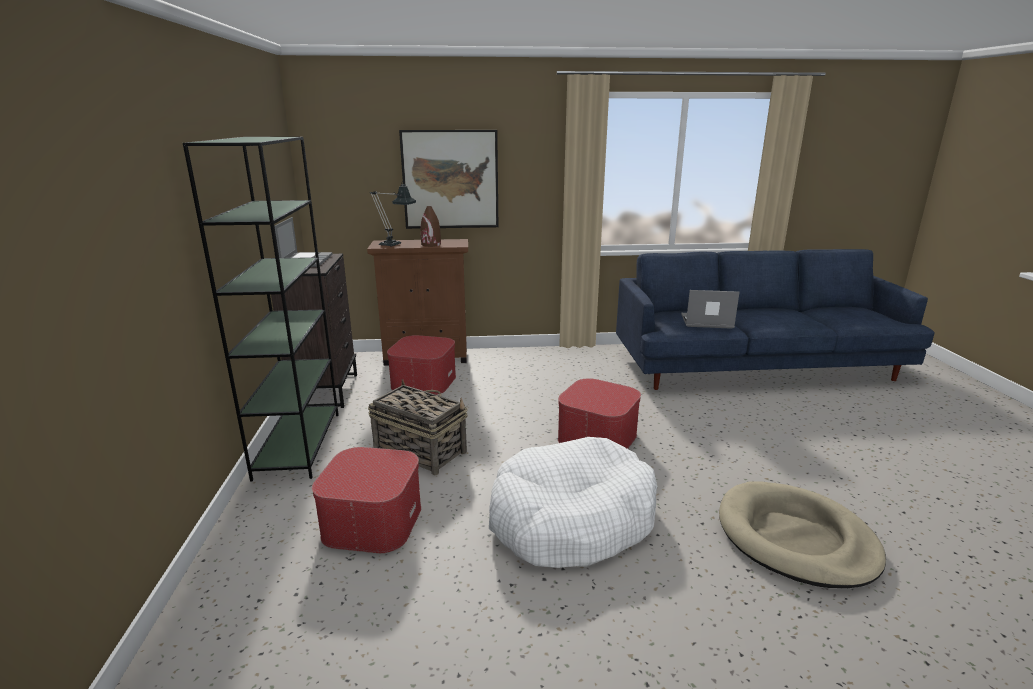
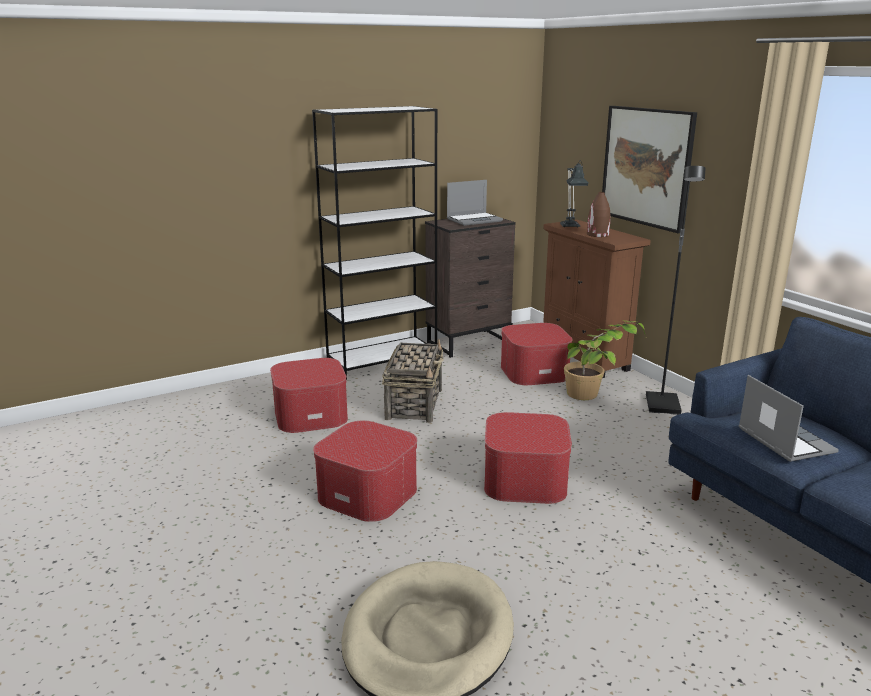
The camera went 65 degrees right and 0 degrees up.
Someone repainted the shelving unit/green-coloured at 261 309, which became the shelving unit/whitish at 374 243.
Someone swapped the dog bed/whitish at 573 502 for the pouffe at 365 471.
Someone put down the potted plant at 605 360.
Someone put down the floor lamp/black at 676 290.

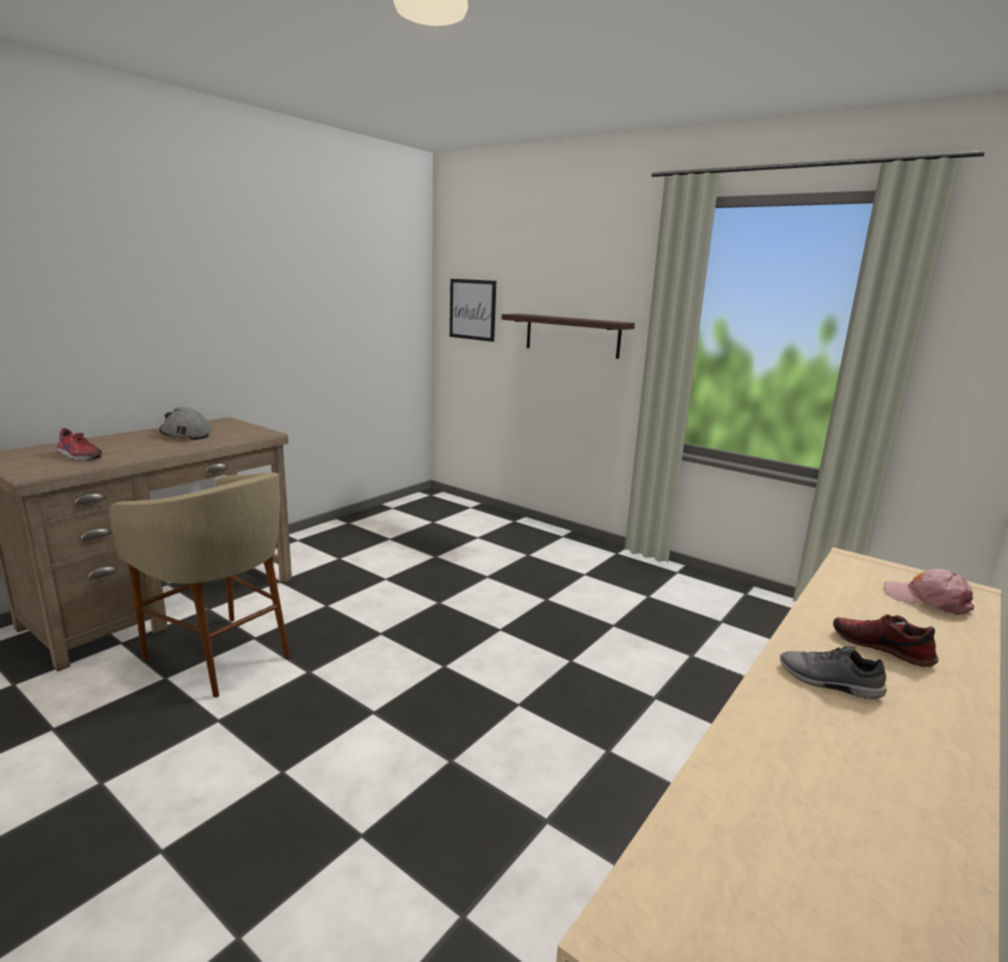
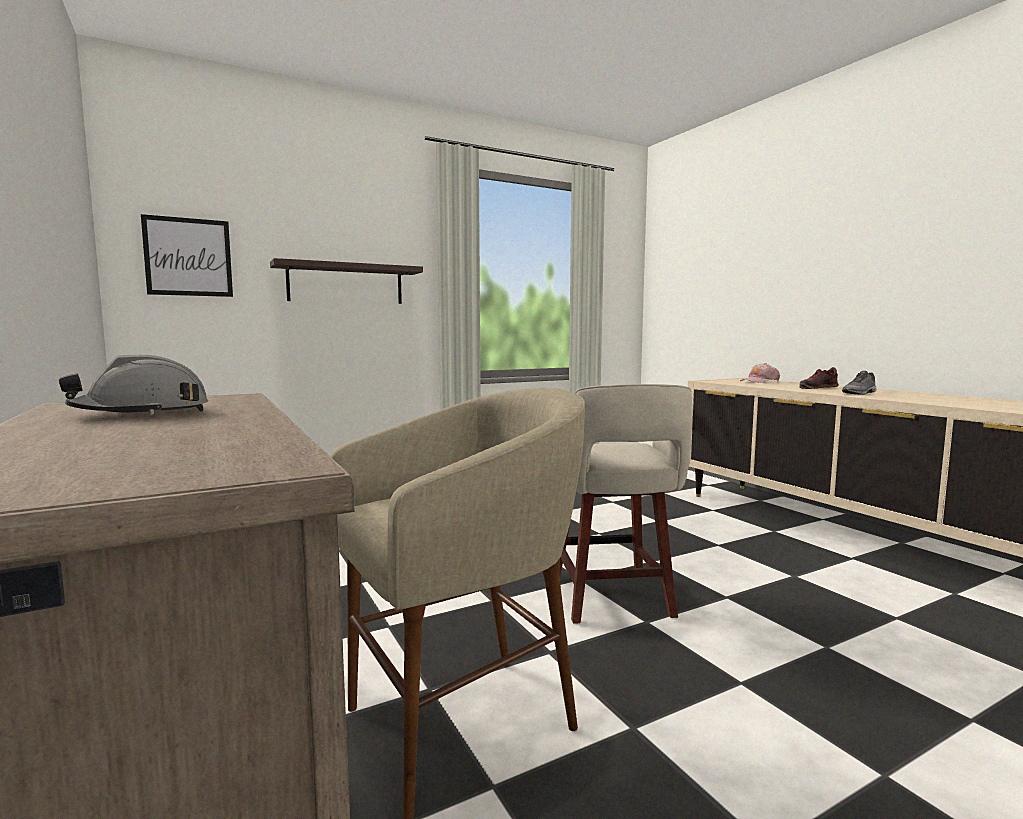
The camera went 65 degrees left and 10 degrees down.
Someone took away the low shoe at 79 444.
Someone put down the sitting stool/sand-coloured at 625 504.

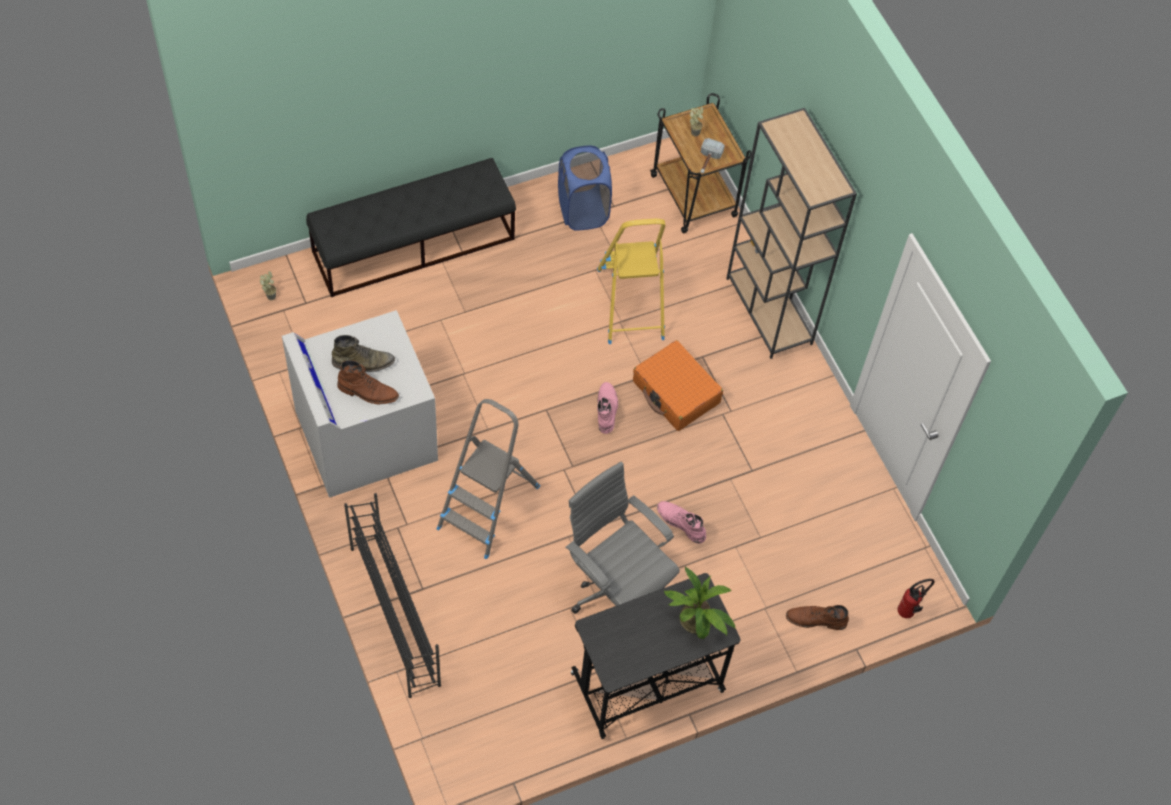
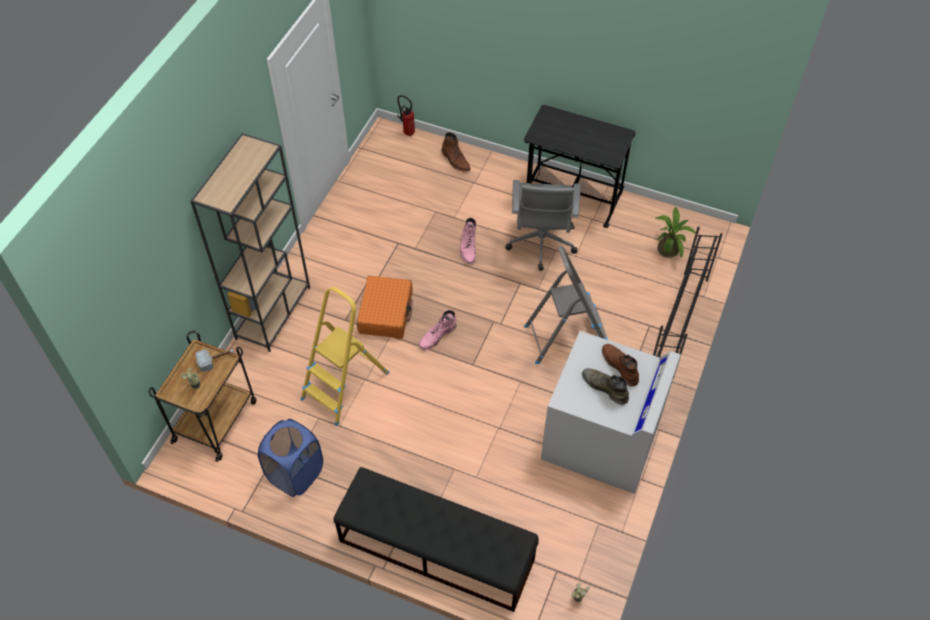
The camera went 130 degrees left and 5 degrees down.
Someone carried the potted plant from 700 602 to 675 232.

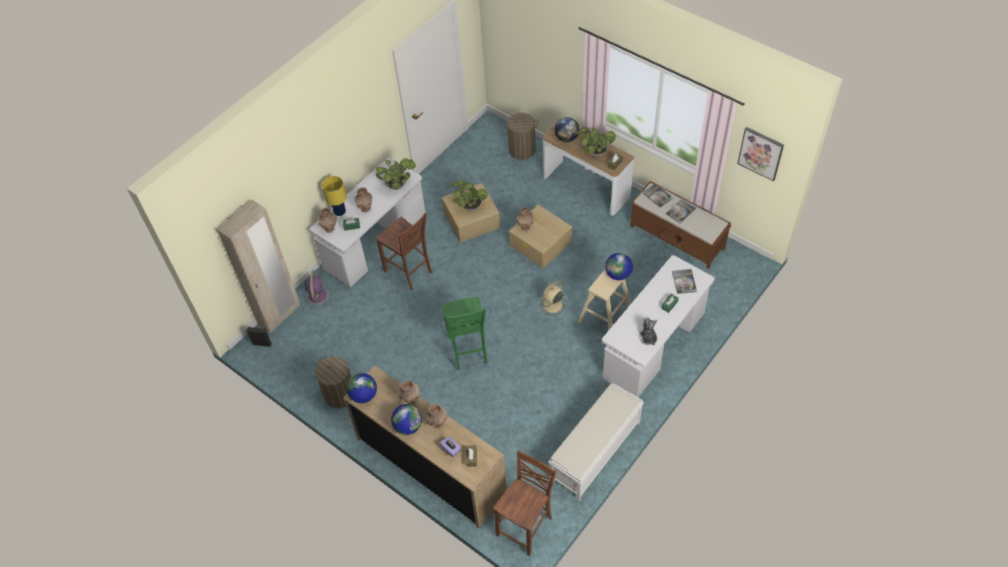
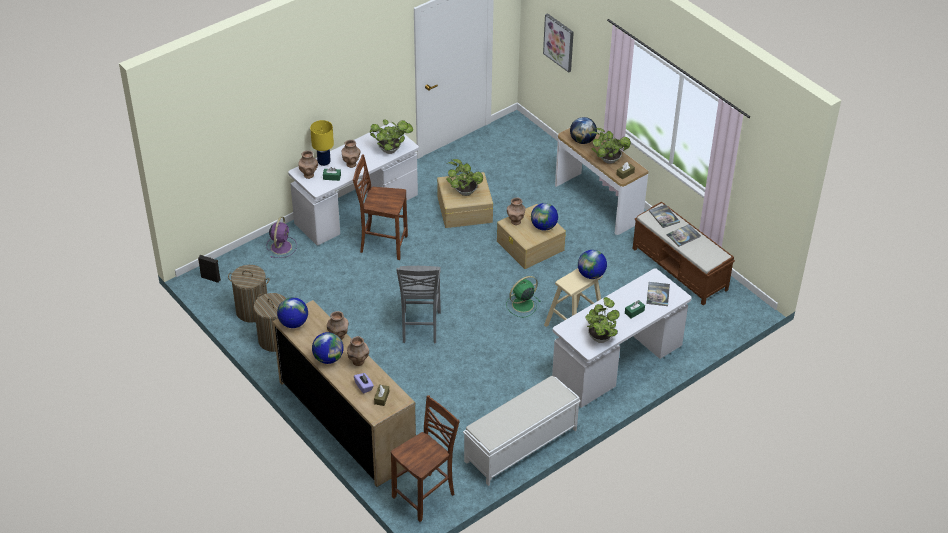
The camera went 10 degrees right and 10 degrees down.
Someone took away the armoire/sand-coloured at 258 267.
Someone rotated the upright chair/brownish at 404 251 by 135 degrees clockwise.
Someone repainted the upright chair/green-coloured at 464 333, which became the upright chair/grey at 418 305.
Someone carried the hamper from 521 136 to 248 294.
Someone repainted the electric fan/sand-coloured at 552 299, which became the electric fan/green-coloured at 523 296.
Someone swapped the soft toy at 648 331 for the potted plant at 602 320.
Someone carried the wall art from 760 154 to 558 43.
Someone put down the globe at 544 217.

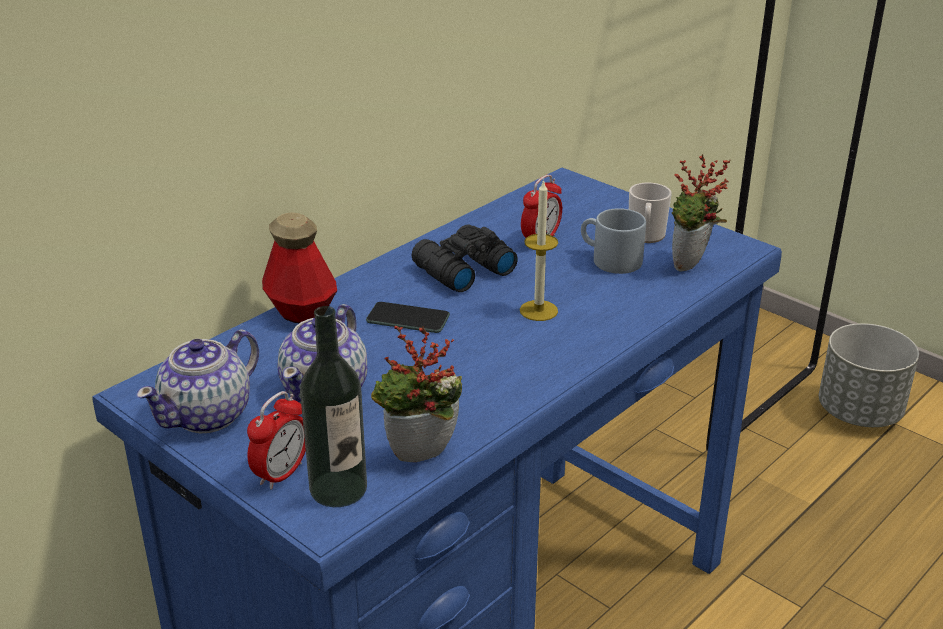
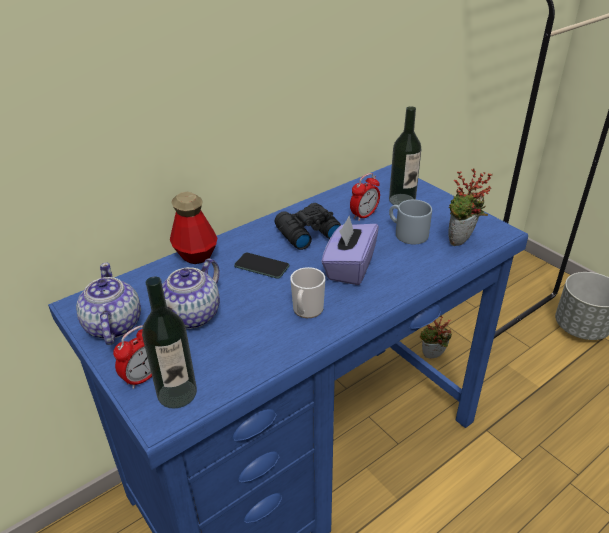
The camera went 10 degrees right and 5 degrees up.
Someone rotated the pot for tea at 197 381 by 120 degrees clockwise.
Someone carried the potted plant from 416 394 to 436 337.
Someone swapped the wax candle at 539 250 for the box of tissues/purplish at 350 250.
Someone carried the coffee mug from 650 213 to 307 292.
Someone put down the beverage bottle at 405 155.

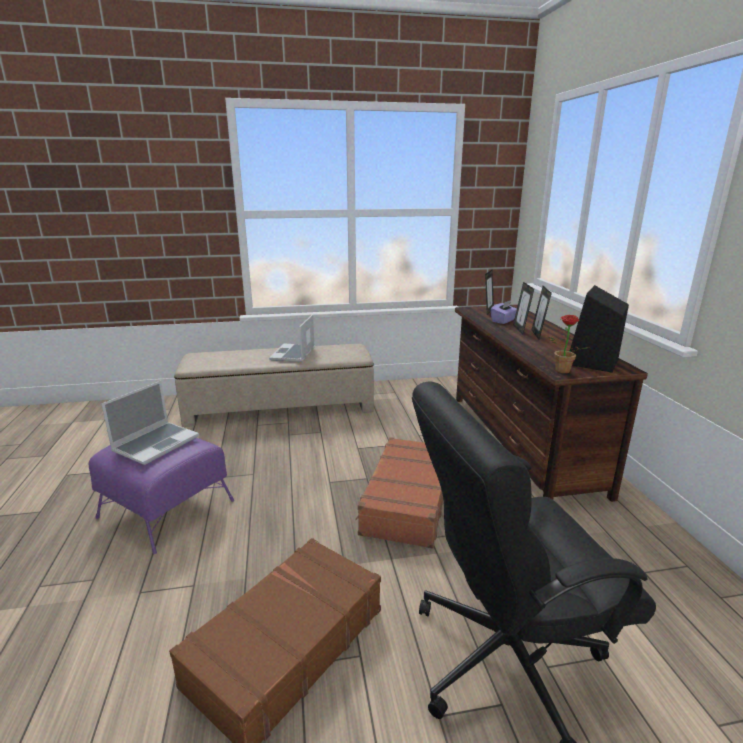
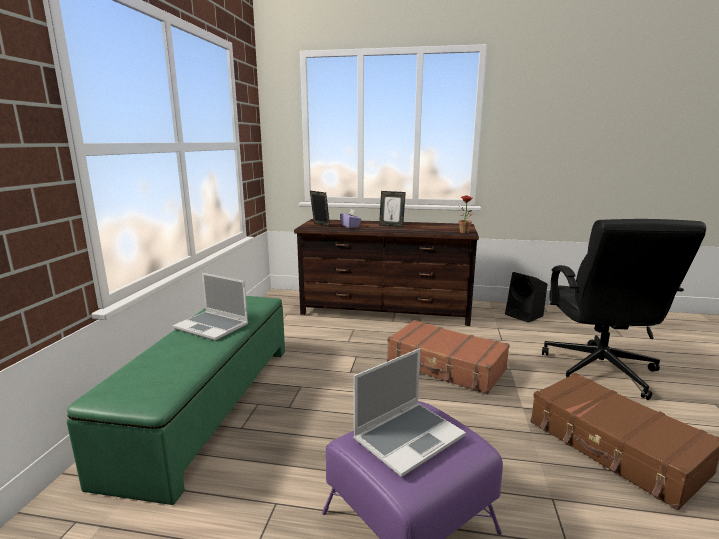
The camera went 70 degrees left and 5 degrees down.
Someone rotated the laptop at 150 423 by 90 degrees clockwise.
Someone repainted the long seat/sand-coloured at 274 385, which became the long seat/green-coloured at 176 400.
Someone took away the picture frame at 523 308.
Someone carried the audio speaker/black from 599 329 to 526 297.

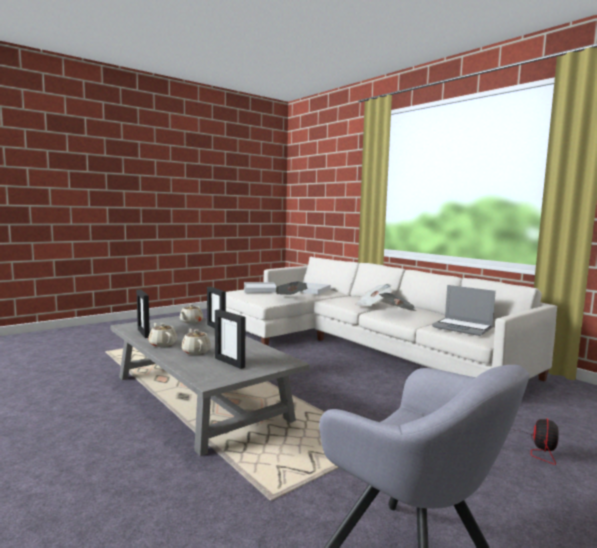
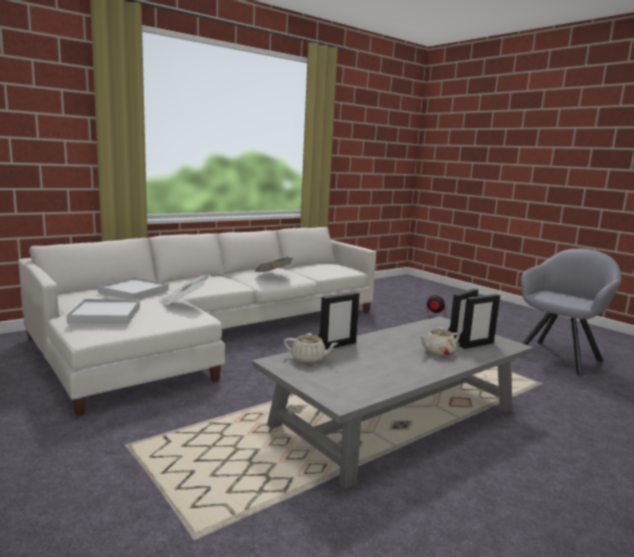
The camera went 90 degrees left and 5 degrees up.
Someone carried the picture frame from 143 313 to 479 321.
Someone took away the pot for tea/sand-coloured at 162 335.
Someone took away the newspaper at 374 295.
Someone took away the laptop at 464 310.

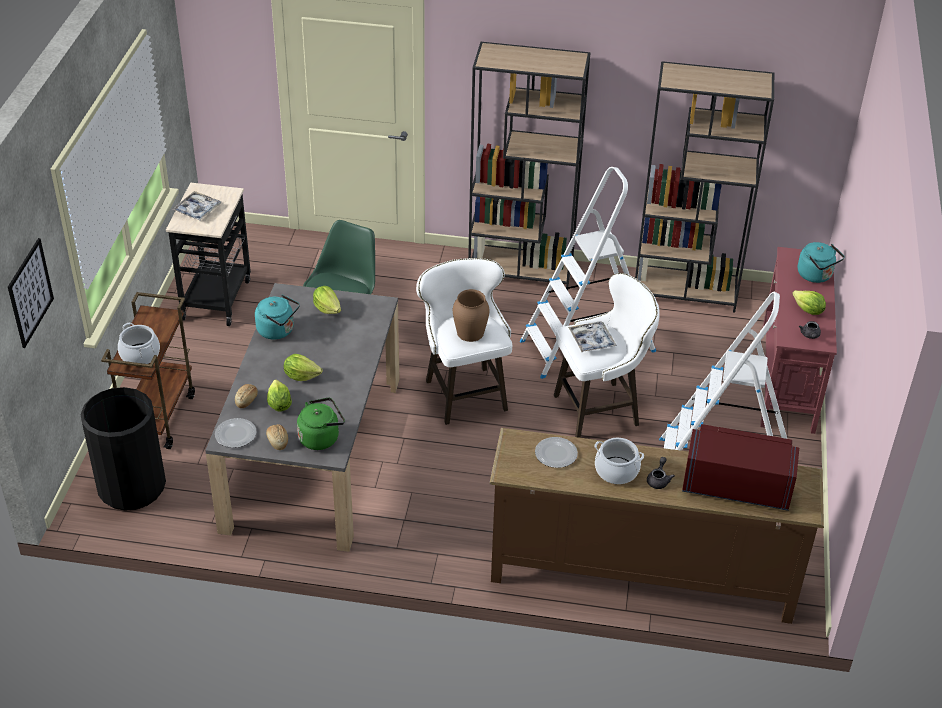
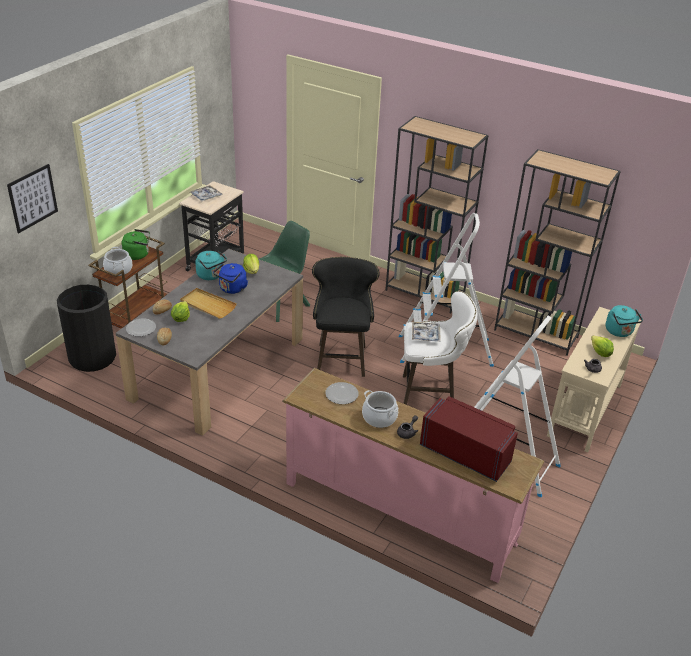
The camera went 20 degrees right and 5 degrees down.
Someone swapped the lettuce head at 303 367 for the tray/sand-coloured at 208 303.
Someone carried the tea kettle/green-coloured from 321 424 to 136 244.
Someone repainted the sitting stool/whitish at 464 341, which became the sitting stool/black at 346 317.
Someone took away the decorative vase/brownish at 471 315.
Someone repainted the cupboard/brownish at 656 526, which became the cupboard/pink-coloured at 413 475.
Someone repainted the console table/reddish at 798 340, which became the console table/sand-coloured at 594 379.
Someone put down the tea kettle/blue at 230 278.

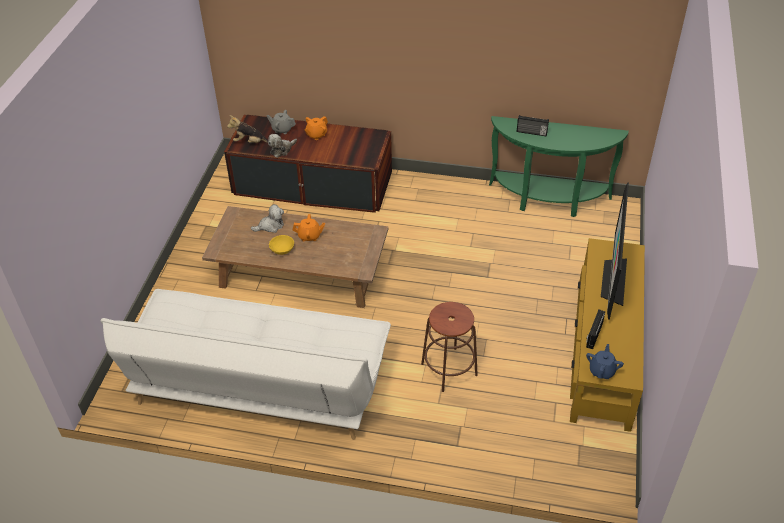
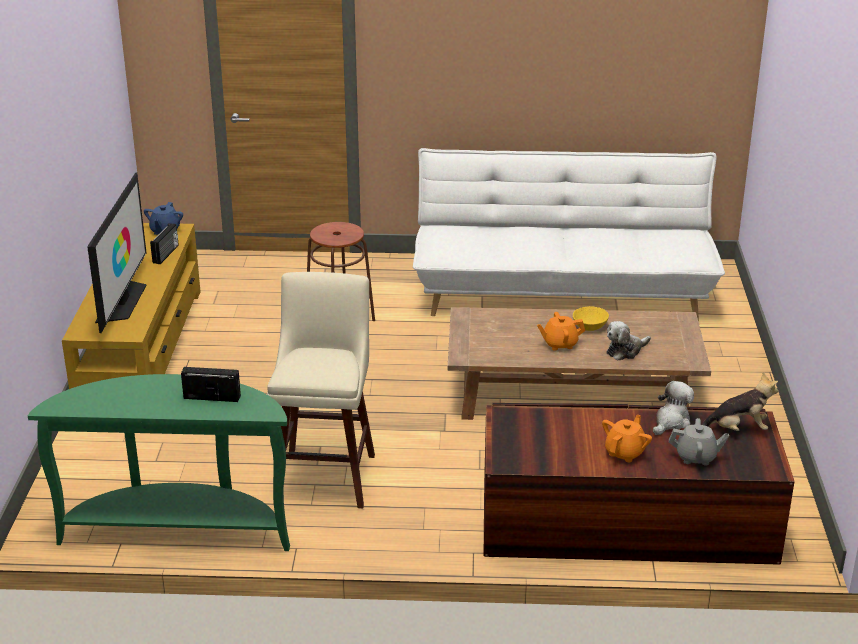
The camera went 170 degrees right and 15 degrees down.
Someone put down the sitting stool/sand-coloured at 321 390.

